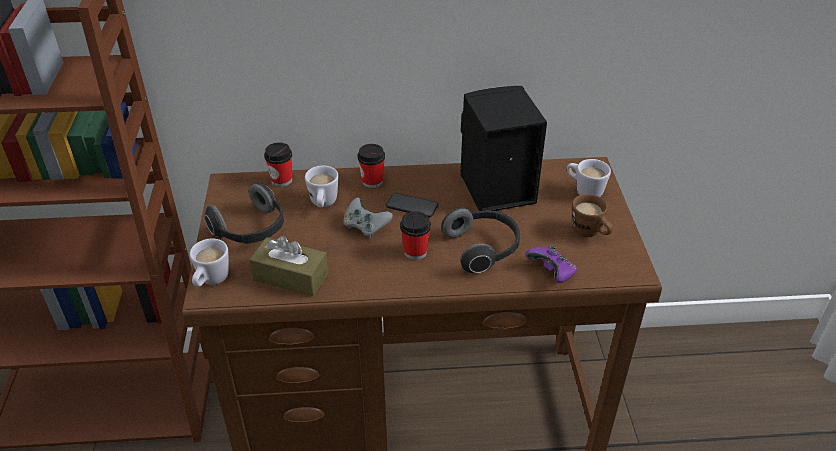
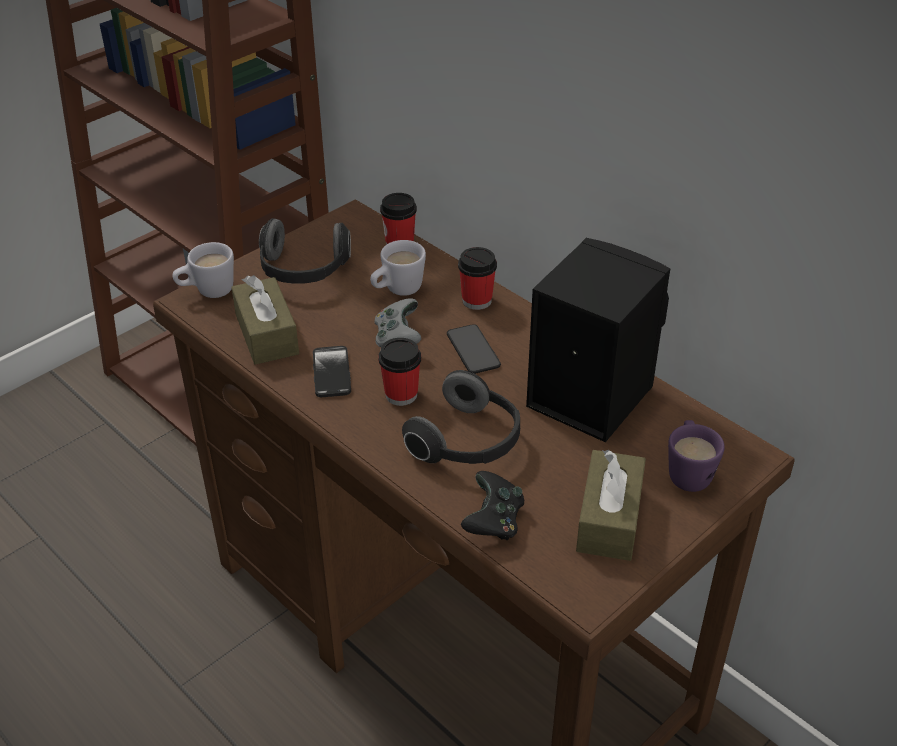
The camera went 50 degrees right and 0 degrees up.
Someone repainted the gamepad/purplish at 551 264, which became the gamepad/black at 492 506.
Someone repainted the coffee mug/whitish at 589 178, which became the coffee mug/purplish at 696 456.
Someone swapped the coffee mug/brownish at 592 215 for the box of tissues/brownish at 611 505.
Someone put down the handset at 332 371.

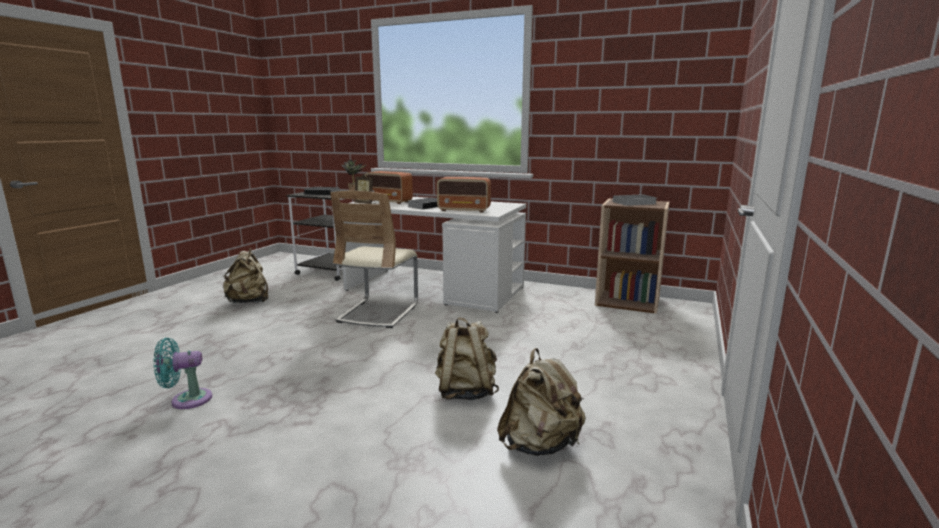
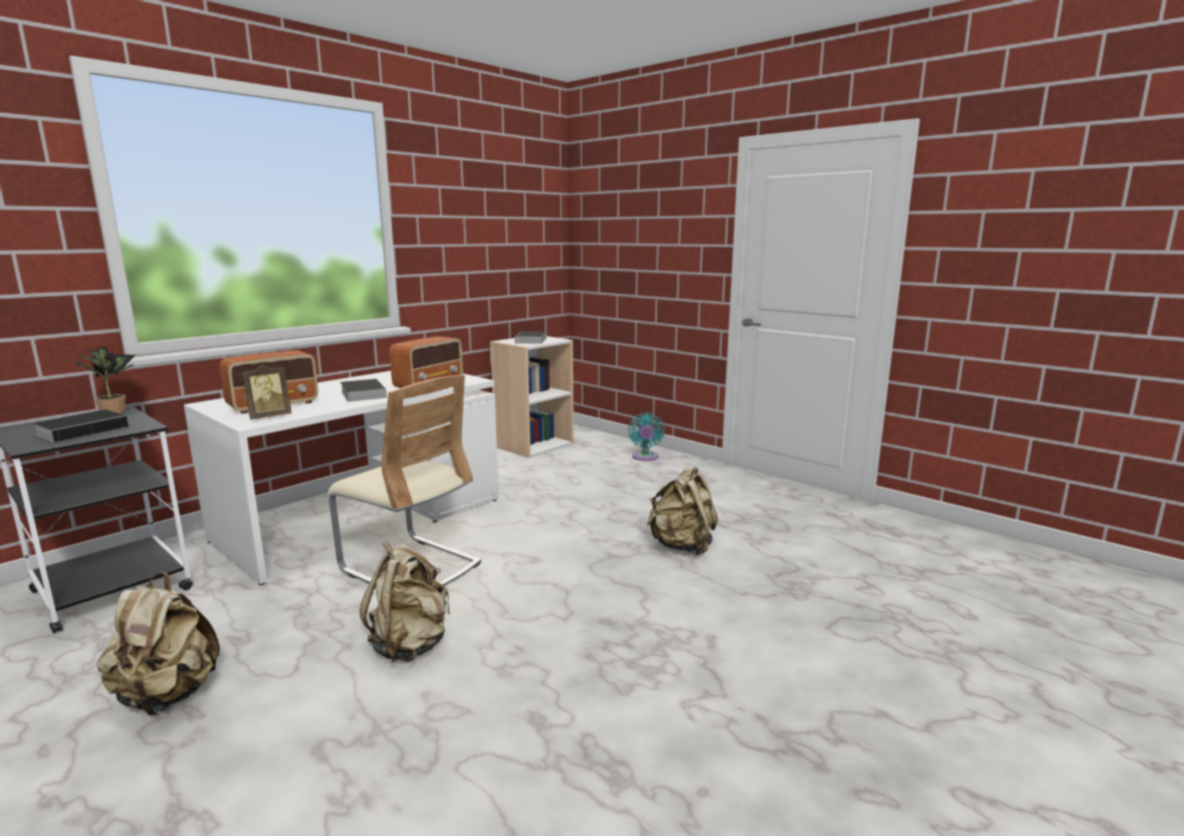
The camera went 70 degrees left and 0 degrees up.
Someone carried the electric fan/turquoise from 182 373 to 646 437.
Someone carried the knapsack/sand-coloured from 541 402 to 405 601.
Someone repainted the shelving unit/brownish at 632 256, which became the shelving unit/whitish at 532 397.

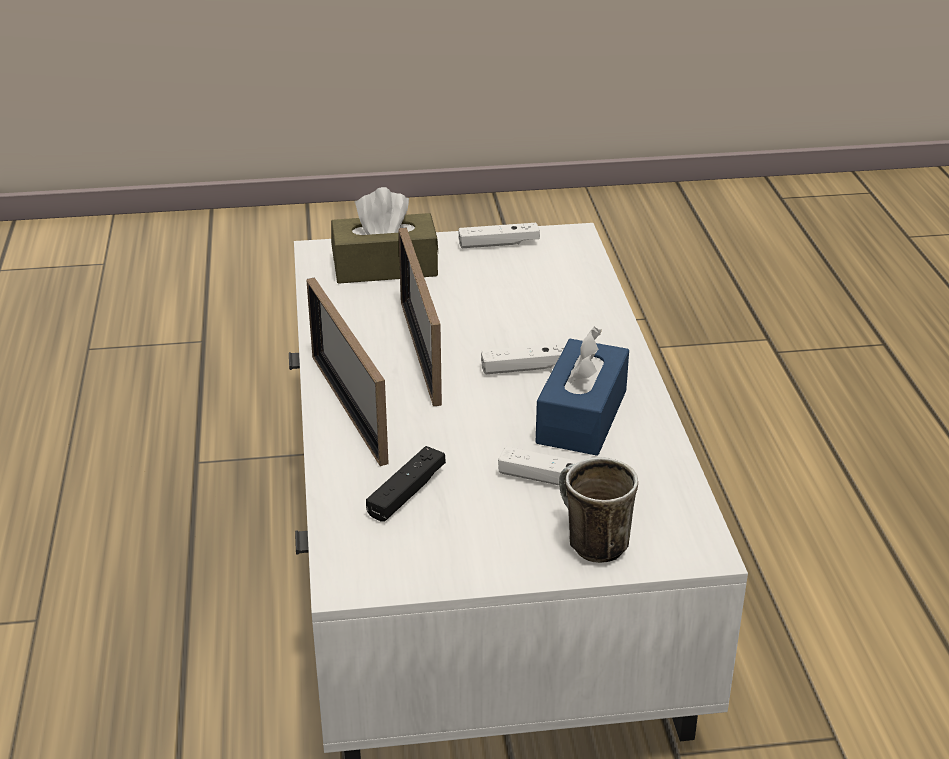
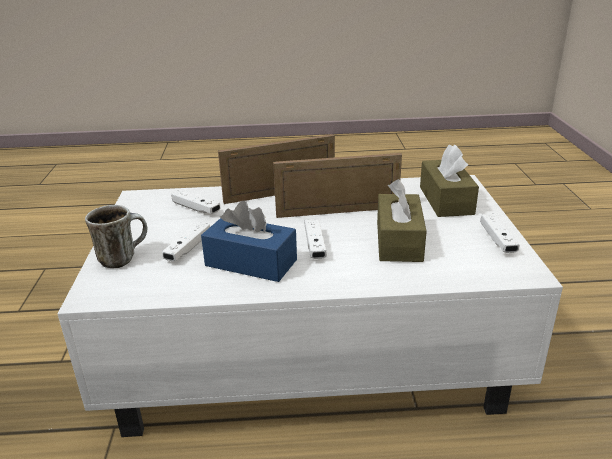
The camera went 95 degrees right and 5 degrees down.
Someone repainted the gamepad/black at 406 484, which became the gamepad/whitish at 196 201.
Someone put down the box of tissues/brownish at 402 220.

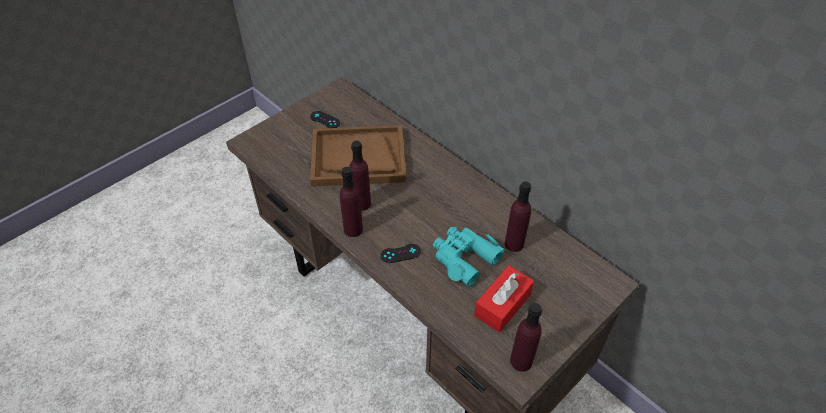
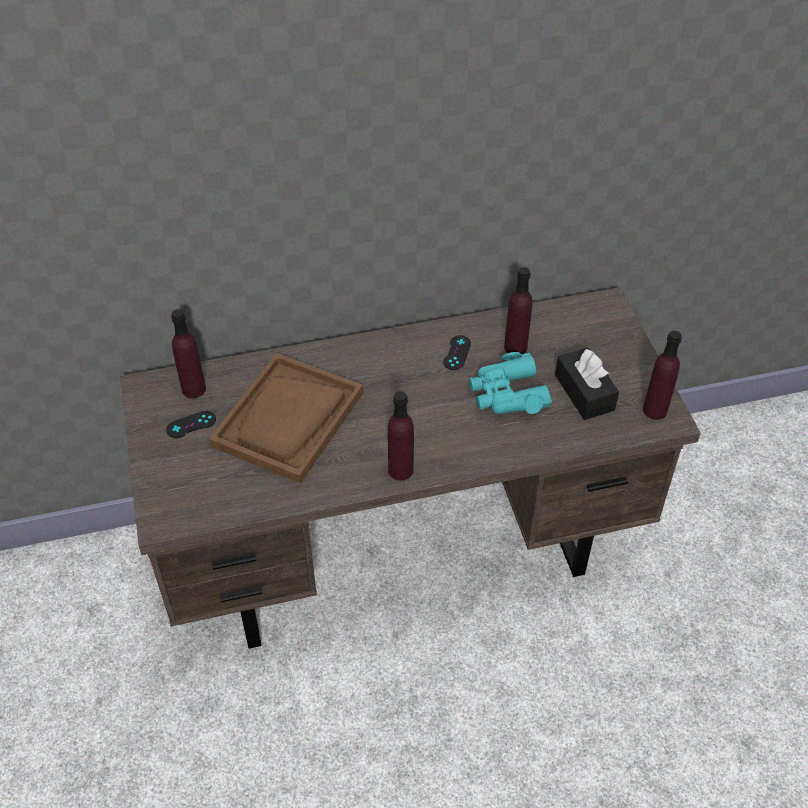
The camera went 60 degrees left and 0 degrees up.
Someone carried the beverage bottle/purplish from 360 176 to 188 353.
Someone carried the gamepad/black from 400 253 to 457 352.
Someone repainted the box of tissues/reddish at 504 299, which became the box of tissues/black at 587 383.

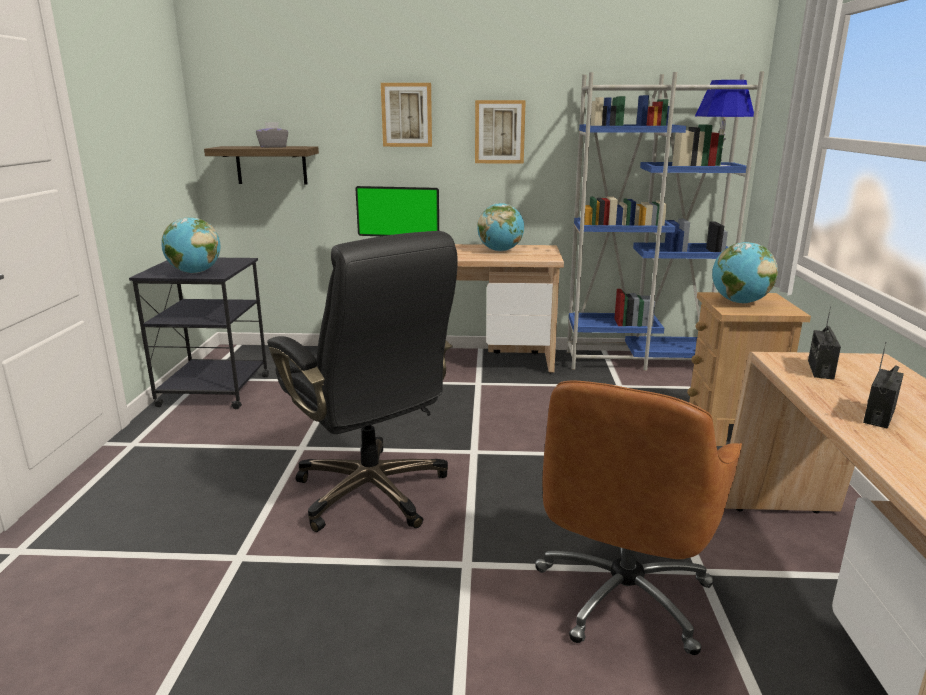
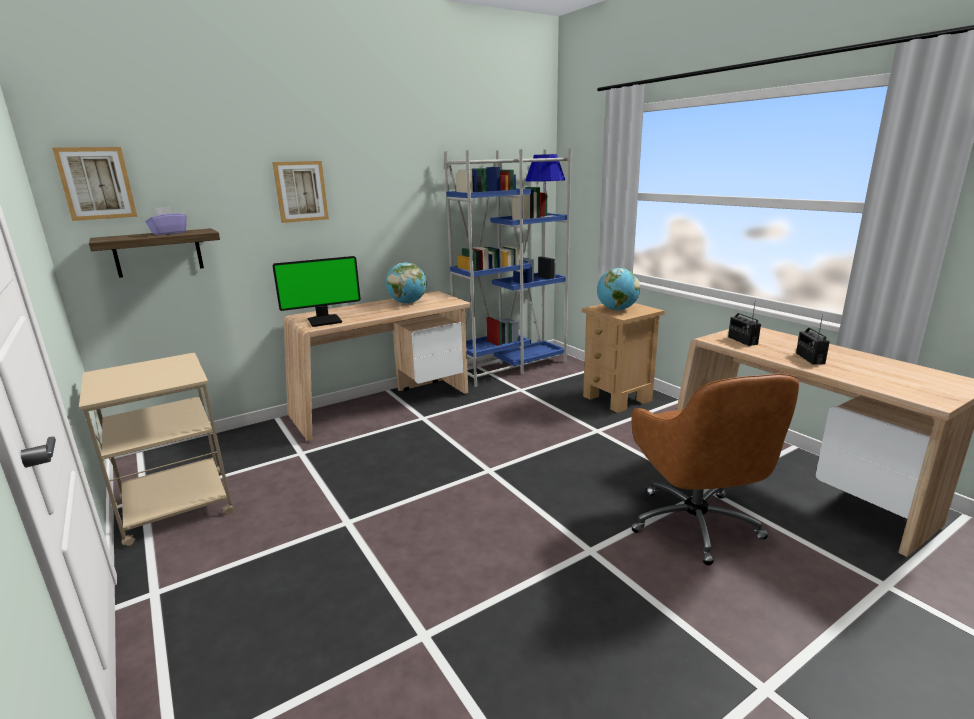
The camera went 35 degrees left and 0 degrees up.
Someone repainted the cart/black at 199 333, which became the cart/sand-coloured at 156 449.
Someone took away the globe at 190 245.
Someone repainted the box of tissues/grey at 272 135, which became the box of tissues/purplish at 166 221.
Someone took away the desk chair/black at 362 381.
Someone carried the wall art from 500 132 to 94 184.

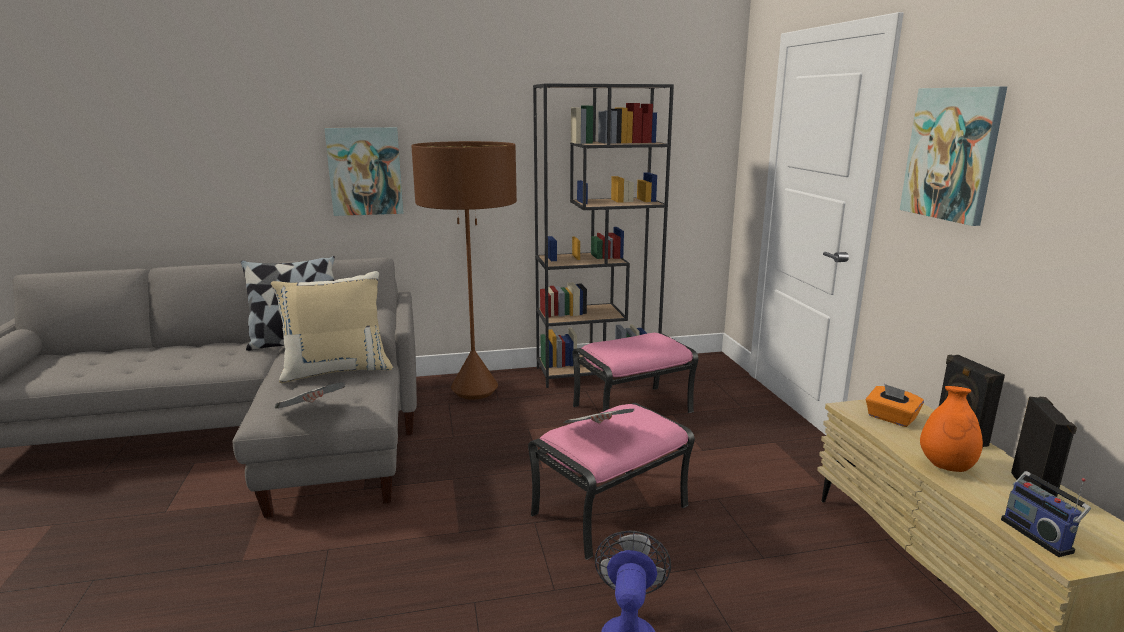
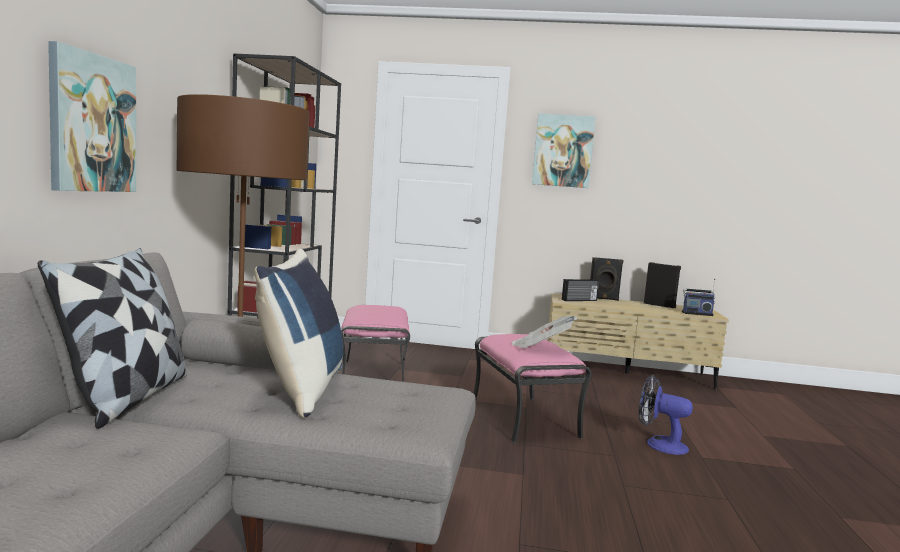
The camera went 70 degrees left and 10 degrees down.
Someone repainted the pillow/sand-coloured at 332 327, which became the pillow/blue at 298 333.
Someone took away the newspaper at 309 395.
Someone swapped the box of tissues/orangey at 895 405 for the radio at 580 290.
Someone took away the decorative vase/orangey at 951 429.

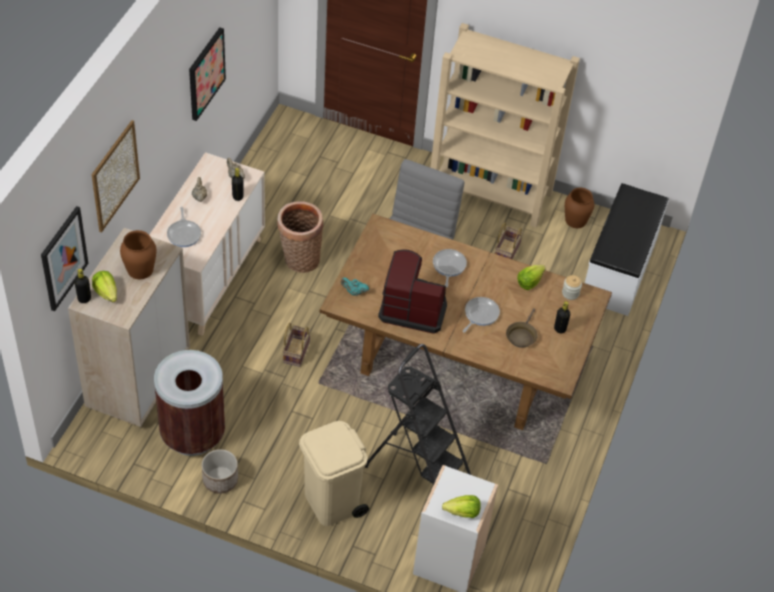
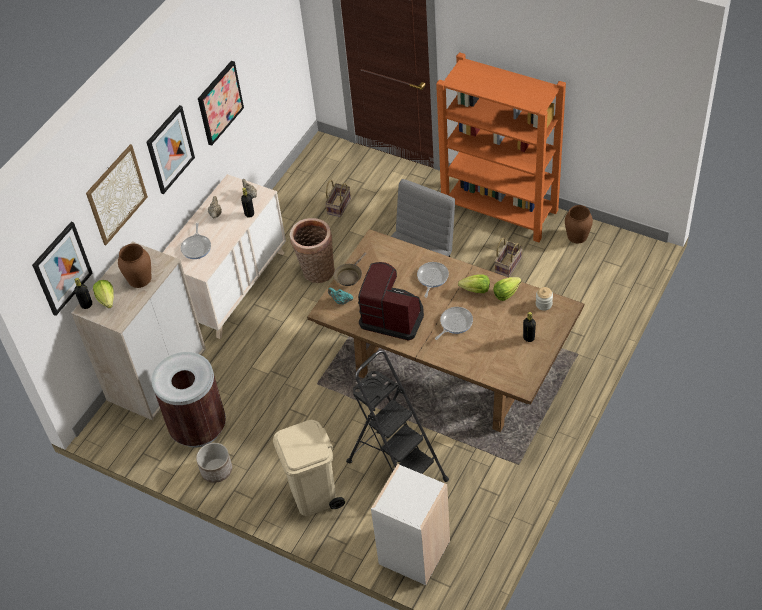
The camera went 15 degrees right and 0 degrees up.
Someone carried the basket from 296 345 to 338 198.
Someone repainted the shelving unit/sand-coloured at 505 125, which became the shelving unit/orangey at 501 147.
Someone carried the lettuce head from 461 506 to 474 283.
Someone carried the pan/brownish from 522 328 to 350 269.
Someone took away the long seat/whitish at 627 249.
Someone put up the wall art at 171 149.

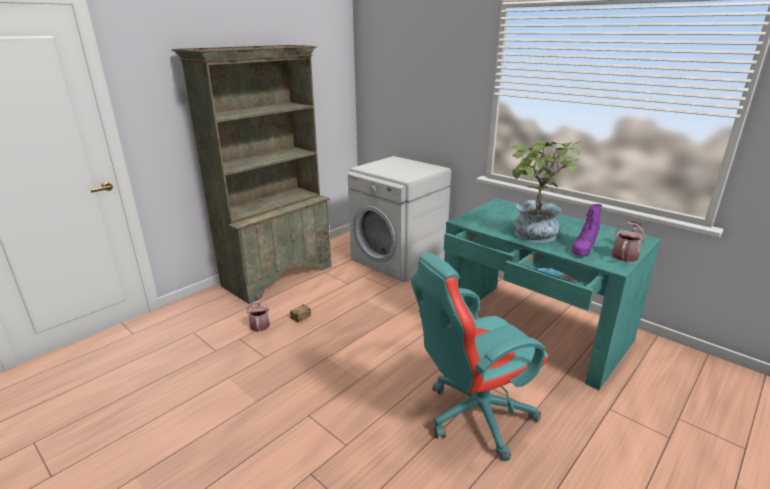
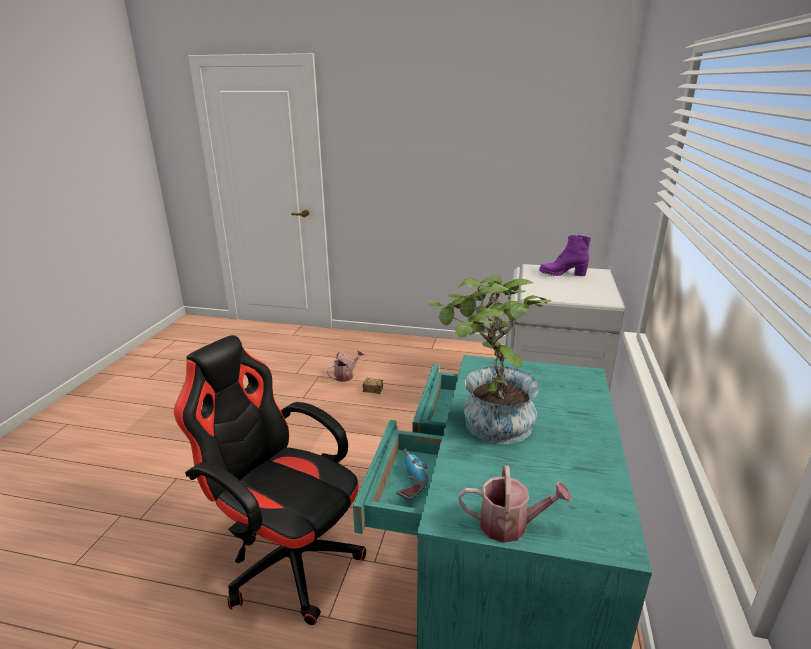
The camera went 60 degrees right and 0 degrees up.
Someone took away the shelving unit/green-coloured at 251 174.
Someone repainted the desk chair/turquoise at 479 357, which became the desk chair/black at 270 480.
Someone carried the high-top boot/purplish from 587 230 to 565 255.

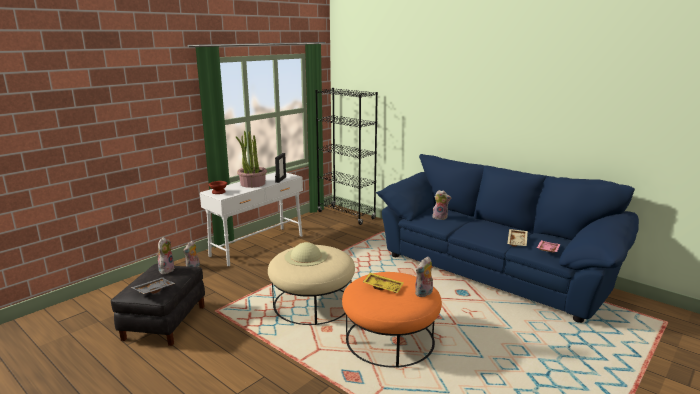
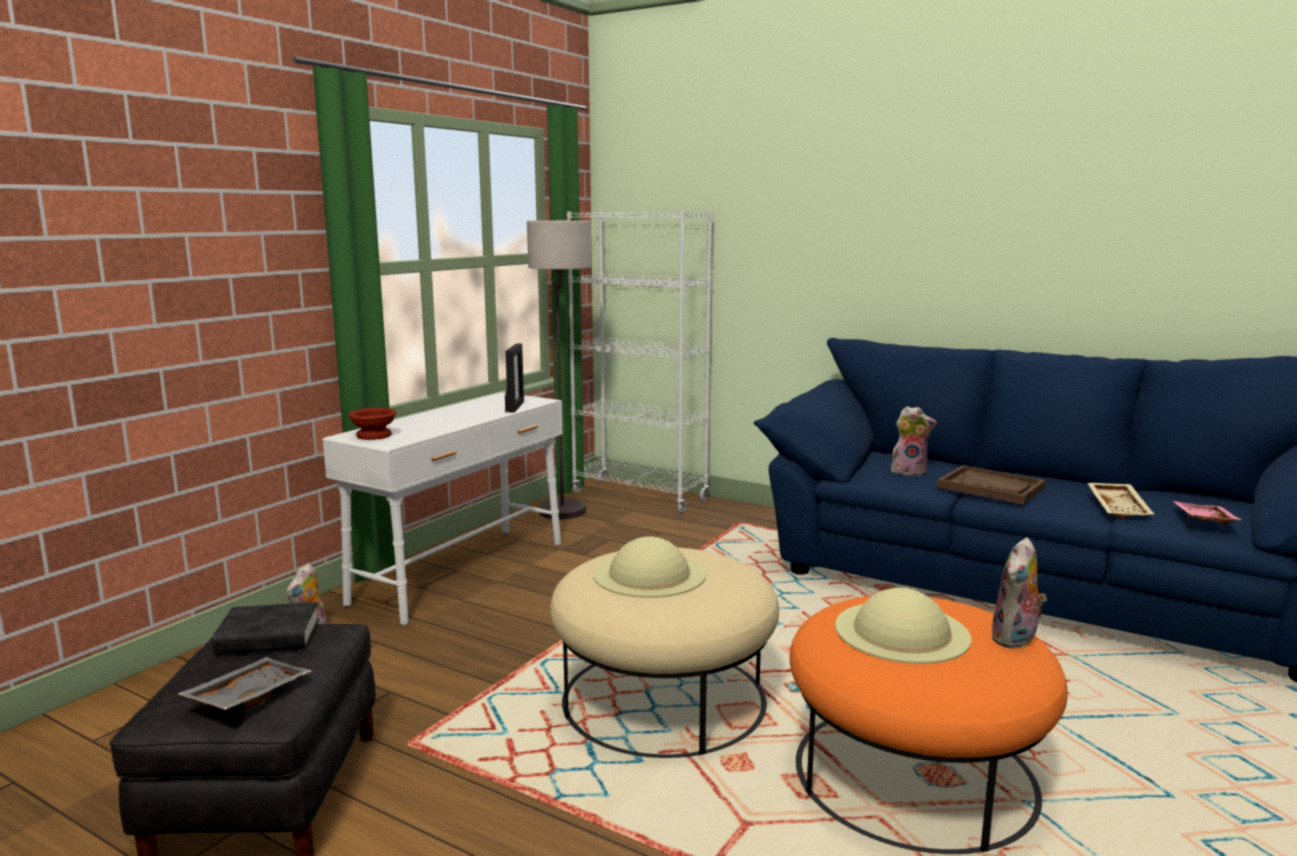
The camera went 10 degrees left and 5 degrees down.
Someone swapped the soft toy at 165 255 for the volume/black at 265 628.
Someone took away the potted plant at 251 159.
Someone repainted the shelving unit/black at 346 156, which became the shelving unit/whitish at 640 362.
Someone swapped the tray/yellowish at 383 283 for the wearable hat/sand-coloured at 903 626.
Someone put down the floor lamp/grey at 559 369.
Someone put down the tray/brownish at 991 484.

